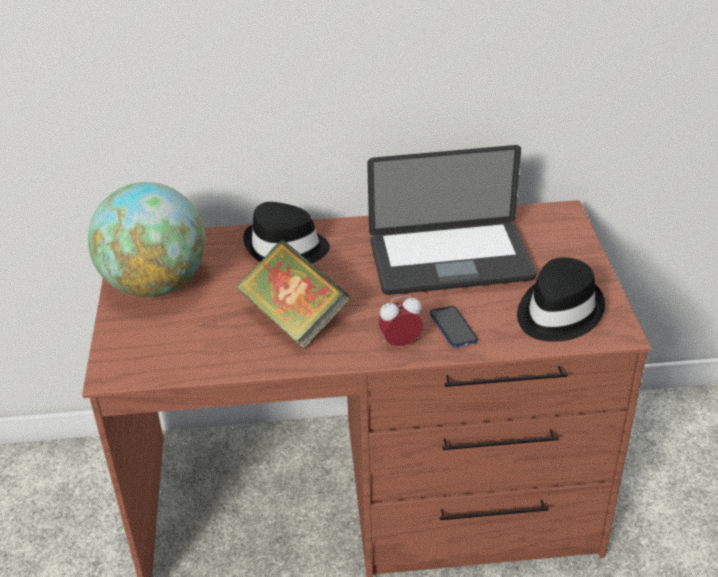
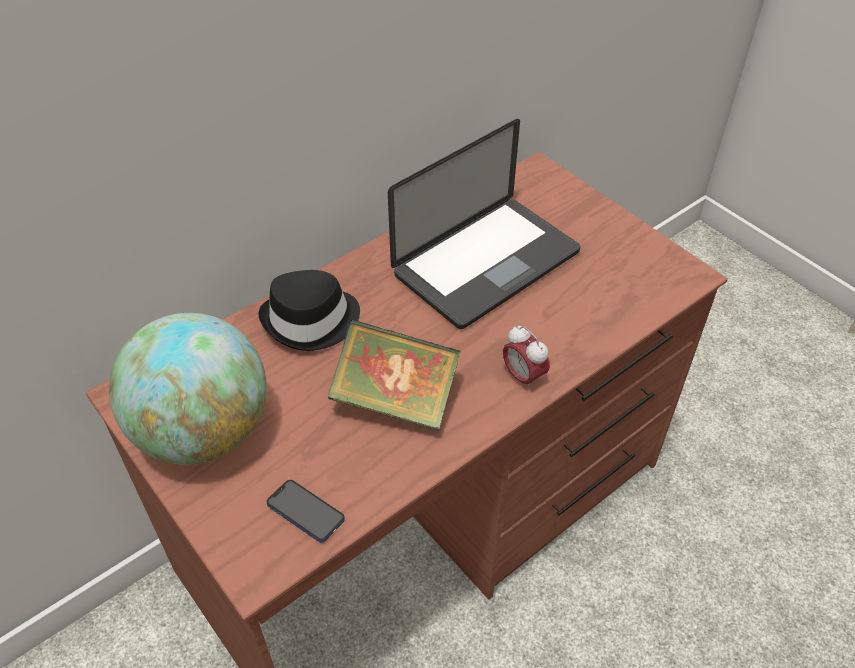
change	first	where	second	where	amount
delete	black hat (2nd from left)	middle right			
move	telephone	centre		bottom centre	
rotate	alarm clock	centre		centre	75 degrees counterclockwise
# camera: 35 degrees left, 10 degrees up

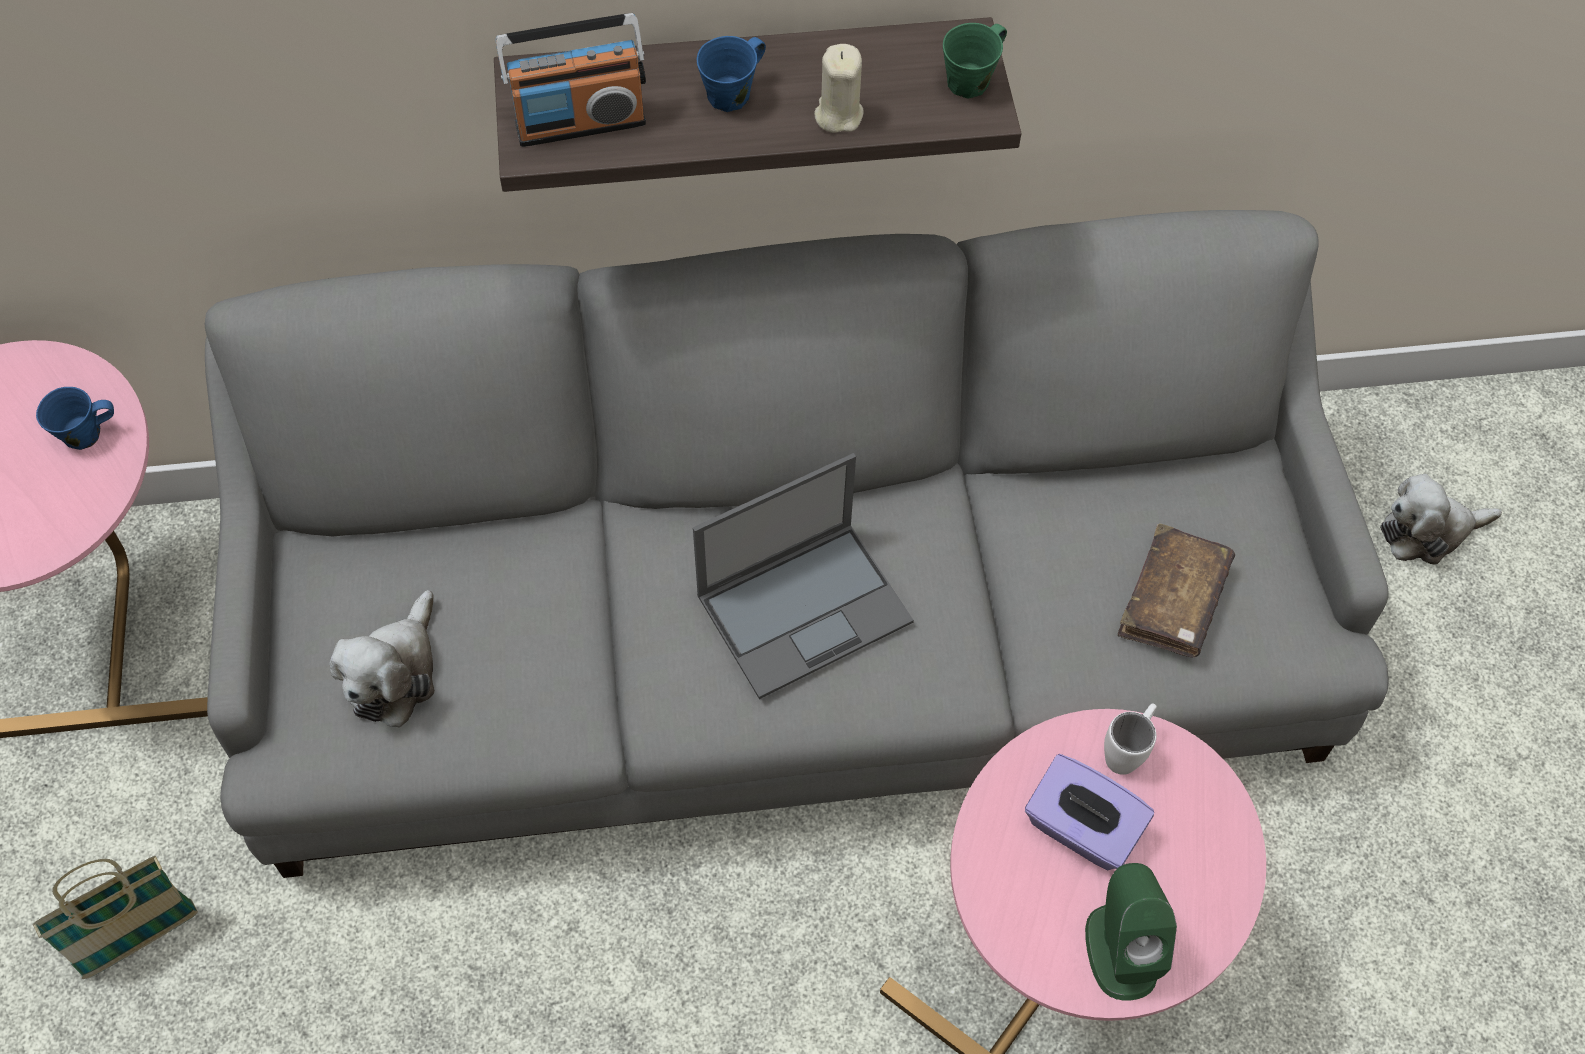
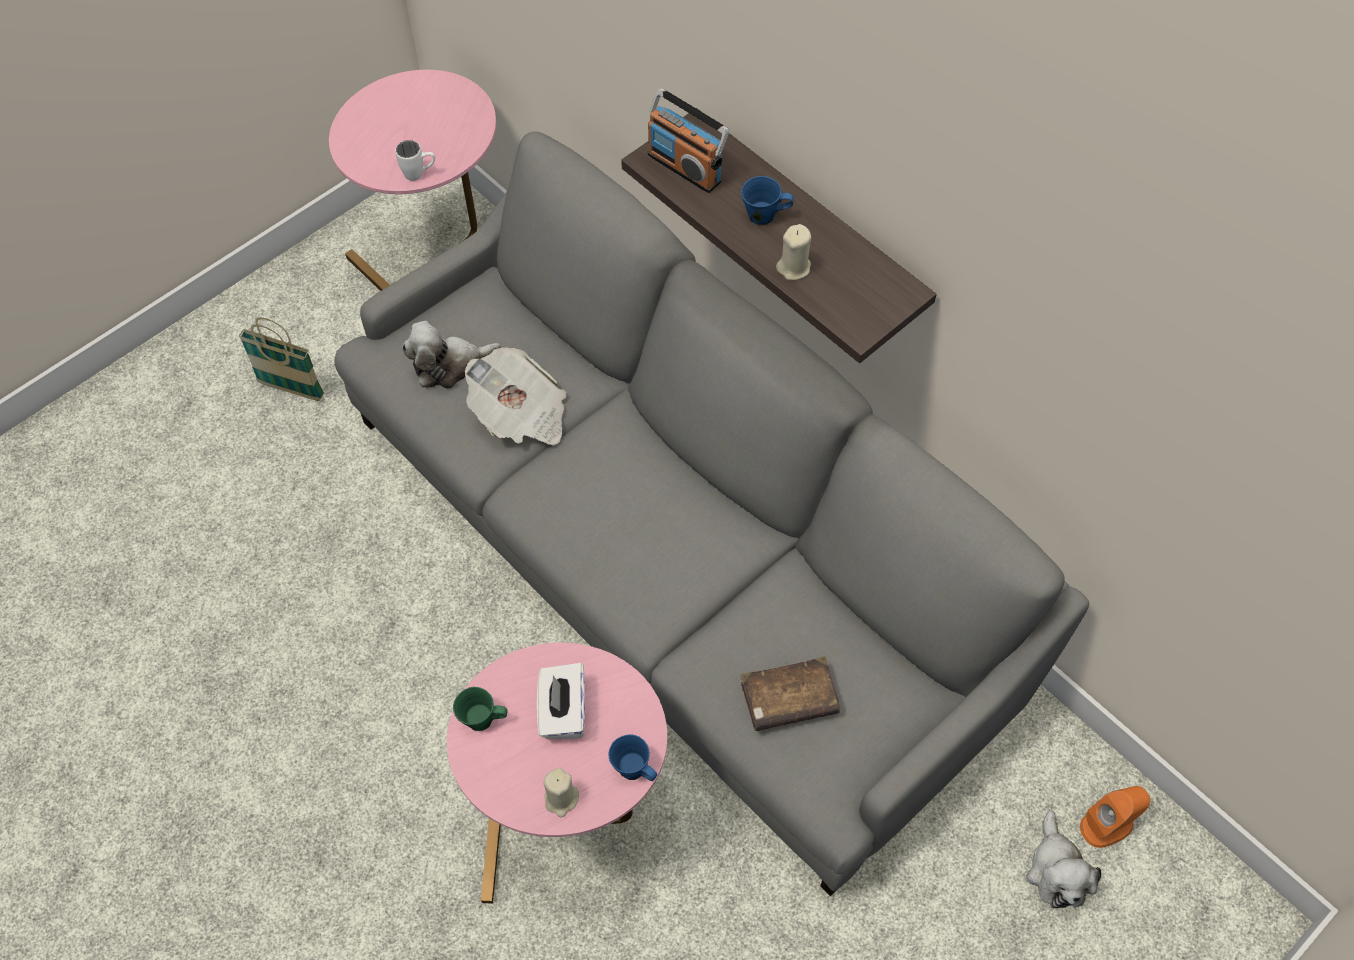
change	first	where	second	where	amount
delete	portable computer	centre			
delete	green audio speaker	bottom right			
insert			printed paper	centre	
insert			sand-coloured wax light (1st from left)	bottom centre	
insert			orange-coloured audio speaker	bottom right	
move	blue-coloured coffee mug (1st from left)	middle left		bottom centre	
move	green coffee mug	top centre		bottom centre	
move	white-coloured coffee mug	bottom right		top left	
recolor	purple tissue box	bottom right	white-coloured tissue box	bottom centre	
rotate	soft toy (2nd from left)	middle right		bottom right	135 degrees counterclockwise
# camera: 55 degrees right, 0 degrees up

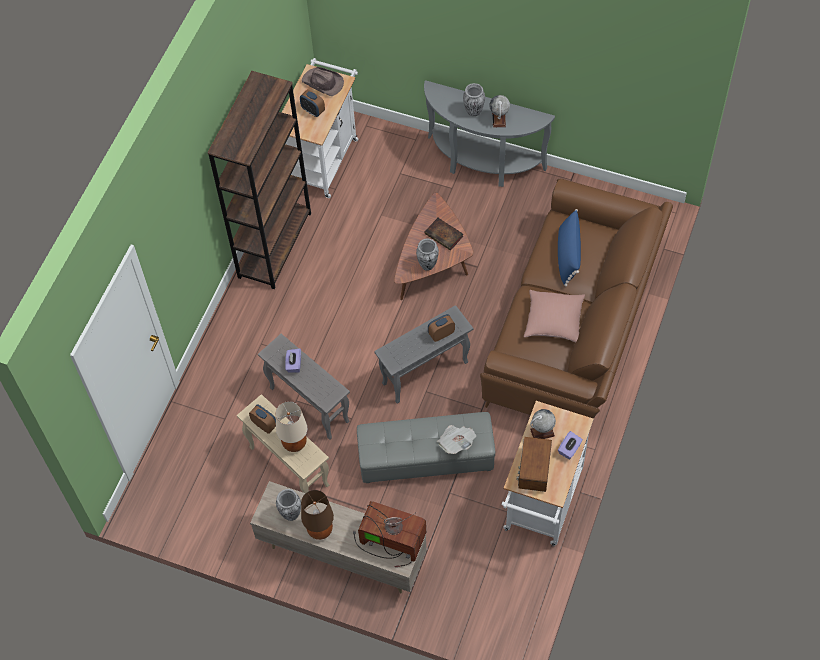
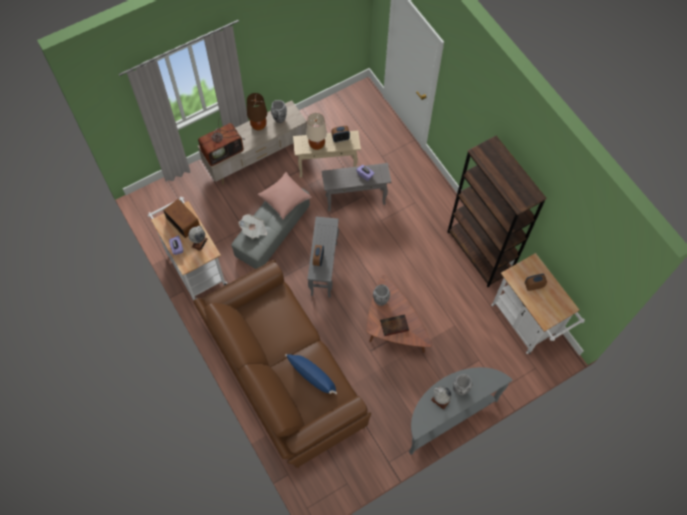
change	first	where	second	where	amount
delete	brown-coloured hat	top centre			
move	pink-coloured cushion	middle right		centre	
# camera: 125 degrees right, 5 degrees up

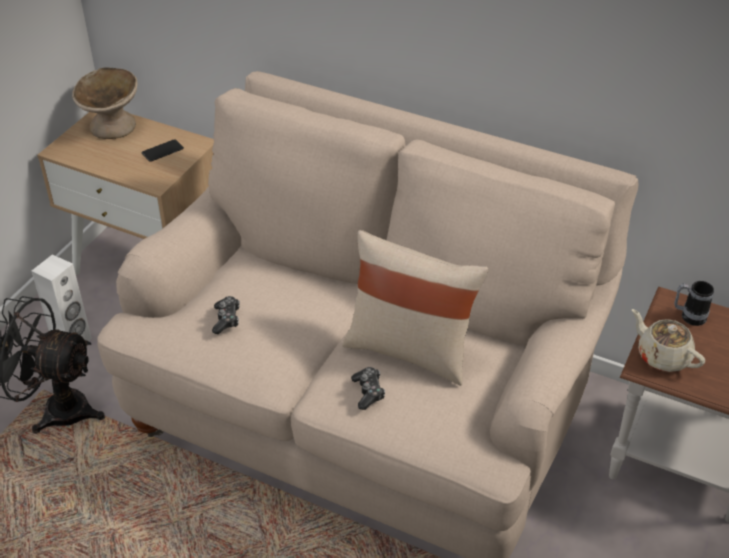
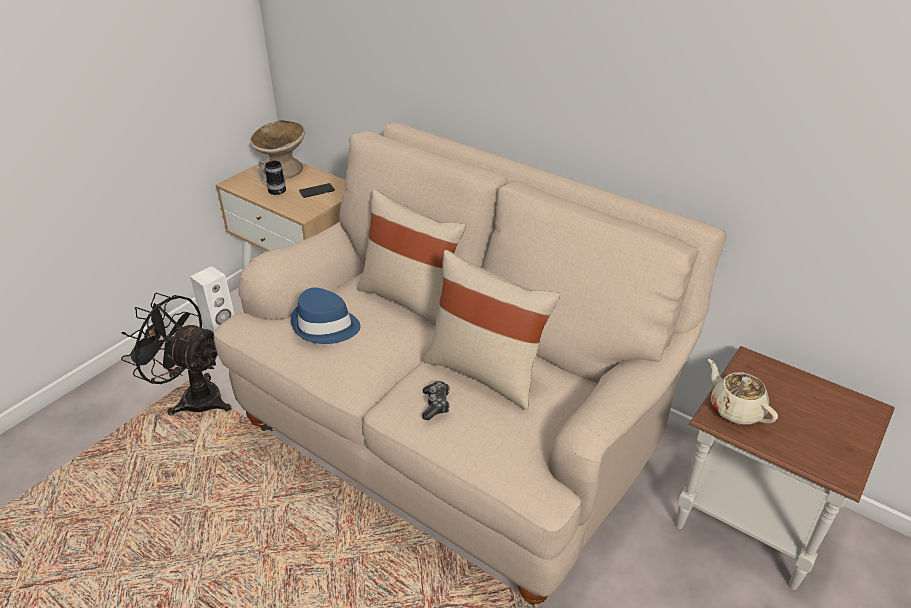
change	first	where	second	where	amount
insert			sand-coloured cushion (1st from left)	centre	
move	coffee mug	middle right		top left	
replace	joypad (1st from left)	middle left	blue-coloured hat	centre	
# camera: 10 degrees right, 5 degrees down

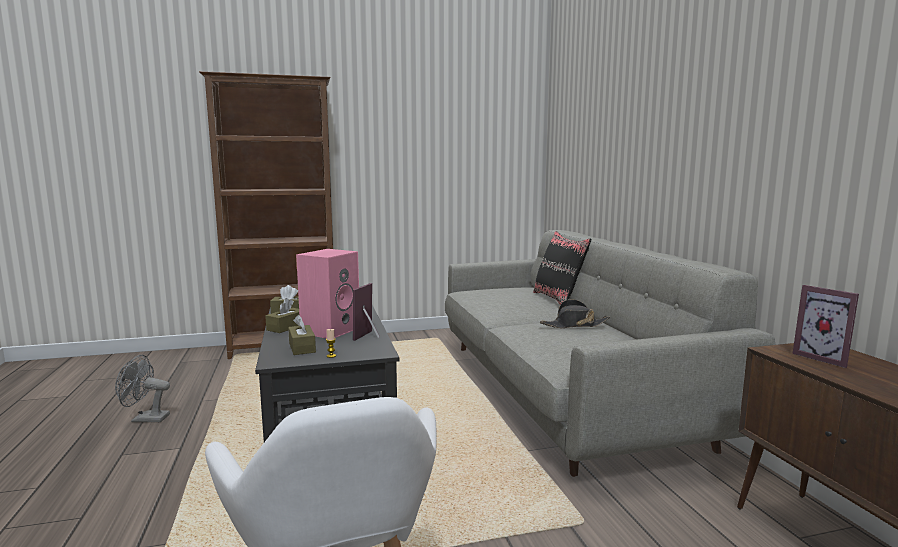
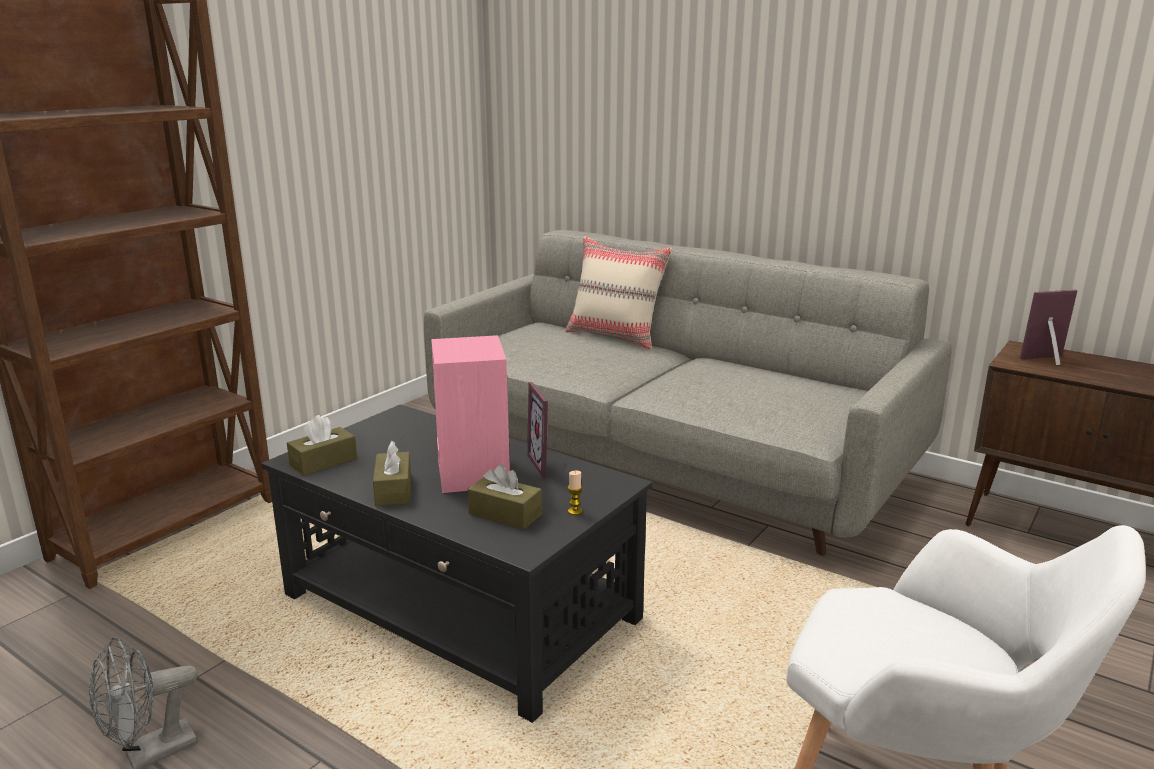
change	first	where	second	where	amount
delete	black hat	centre			
recolor	black cushion	centre	sand-coloured cushion	centre	
rotate	photo frame (2nd from left)	middle right		middle right	150 degrees clockwise
# camera: 40 degrees left, 10 degrees up

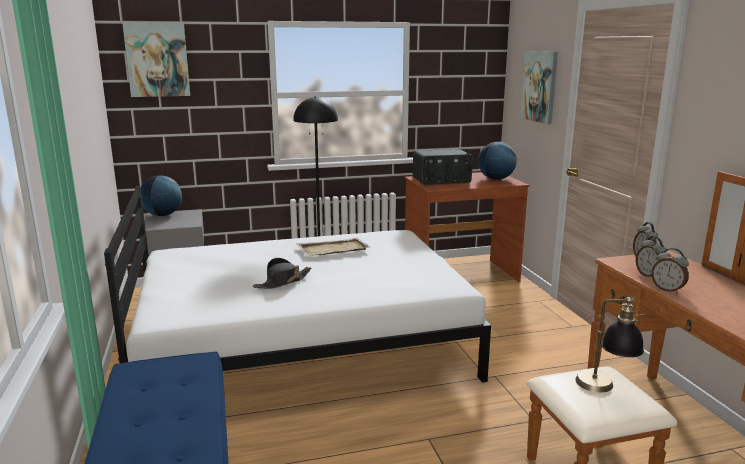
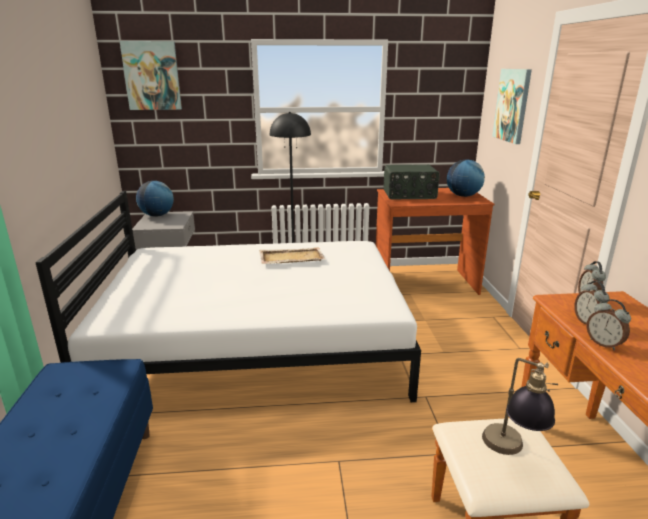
change	first	where	second	where	amount
delete	black hat	centre			
# camera: 10 degrees right, 5 degrees up

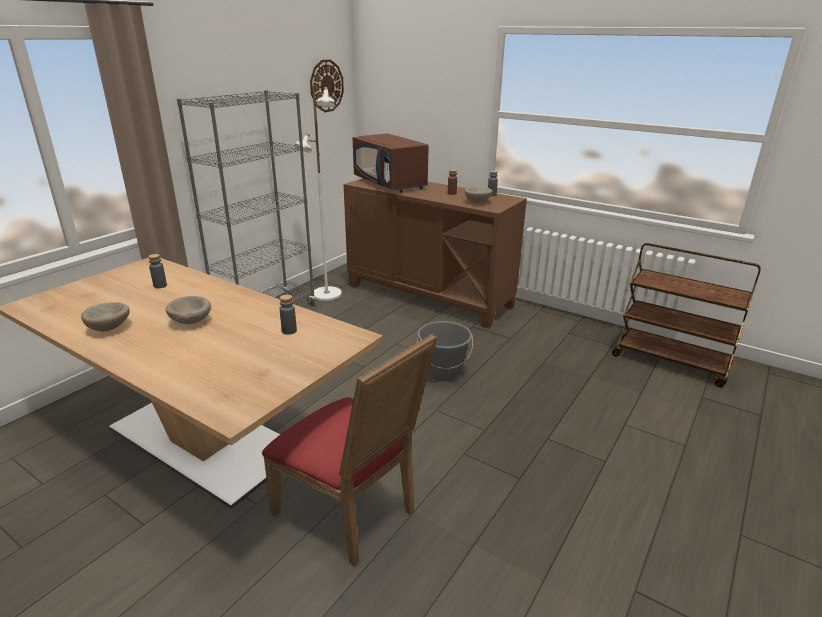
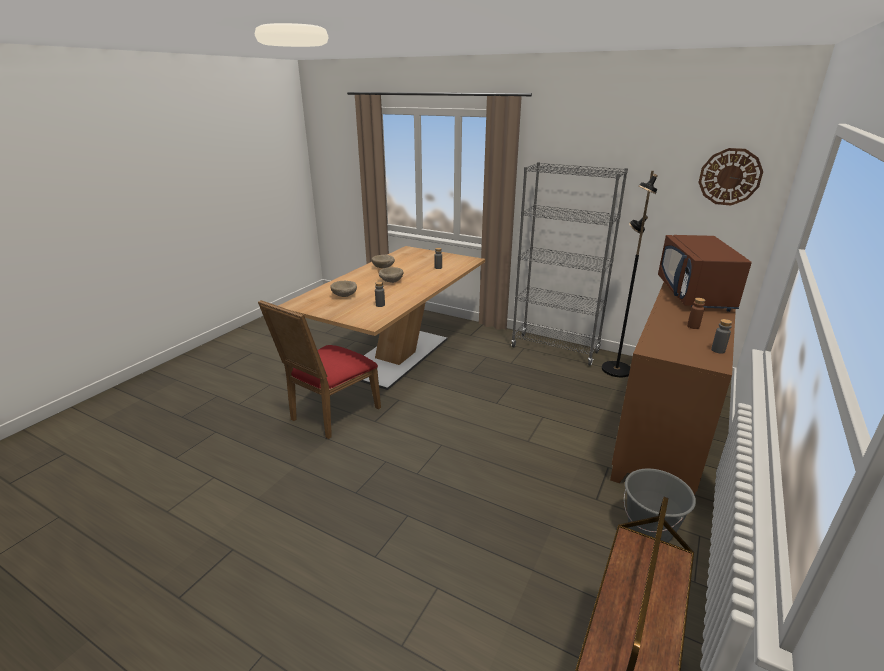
change	first	where	second	where	amount
move	grey water bucket	centre		bottom right	
move	sand-coloured deep dish (3rd from left in the first image)	top centre	sand-coloured deep dish (1st from left)	centre	
recolor	white-coloured standard lamp	top centre	black standard lamp	middle right	
rotate	brown-coloured microwave	top centre		middle right	45 degrees counterclockwise
# camera: 85 degrees right, 0 degrees up

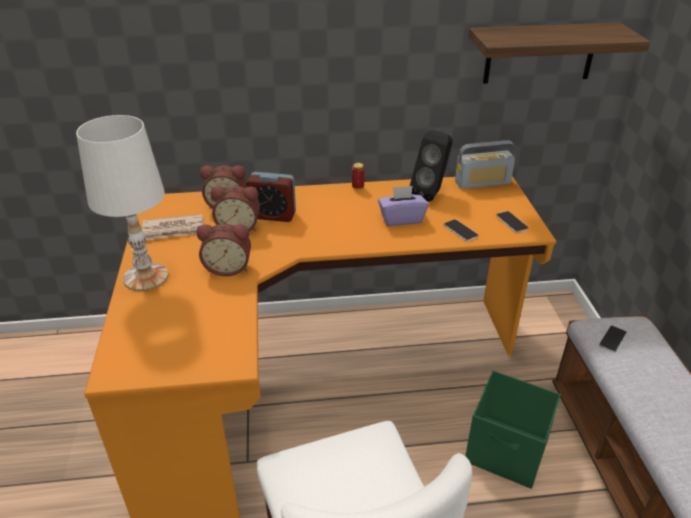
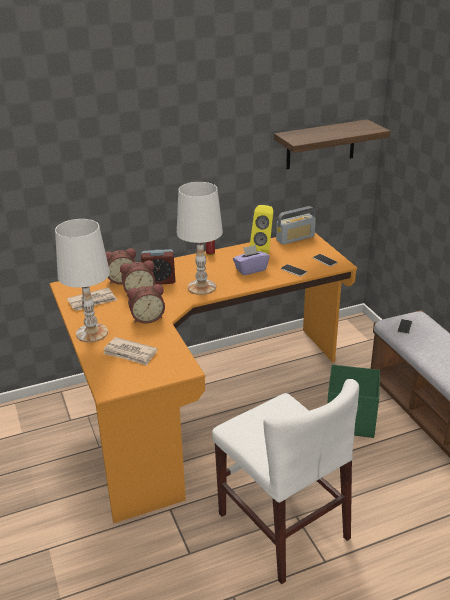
change	first	where	second	where	amount
insert			printed paper (2nd from left)	middle left	
insert			white-coloured table lamp (2nd from left)	centre	
recolor	black audio speaker	top centre	yellow audio speaker	centre	
# camera: 15 degrees left, 5 degrees down

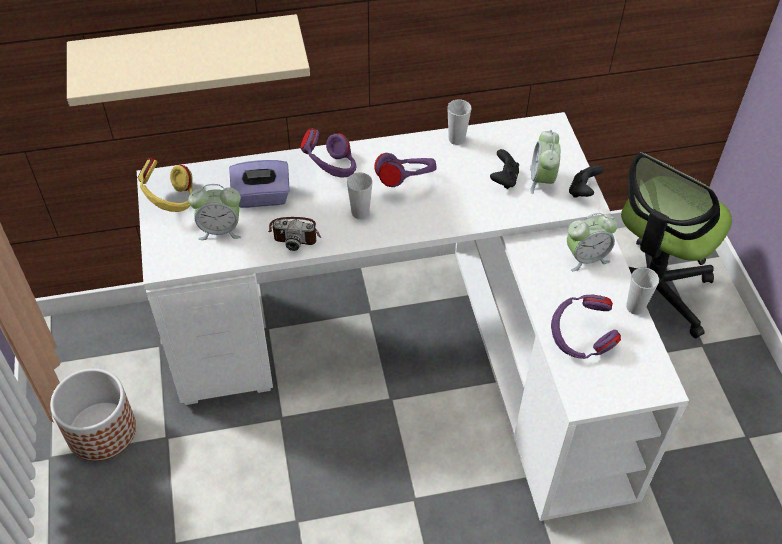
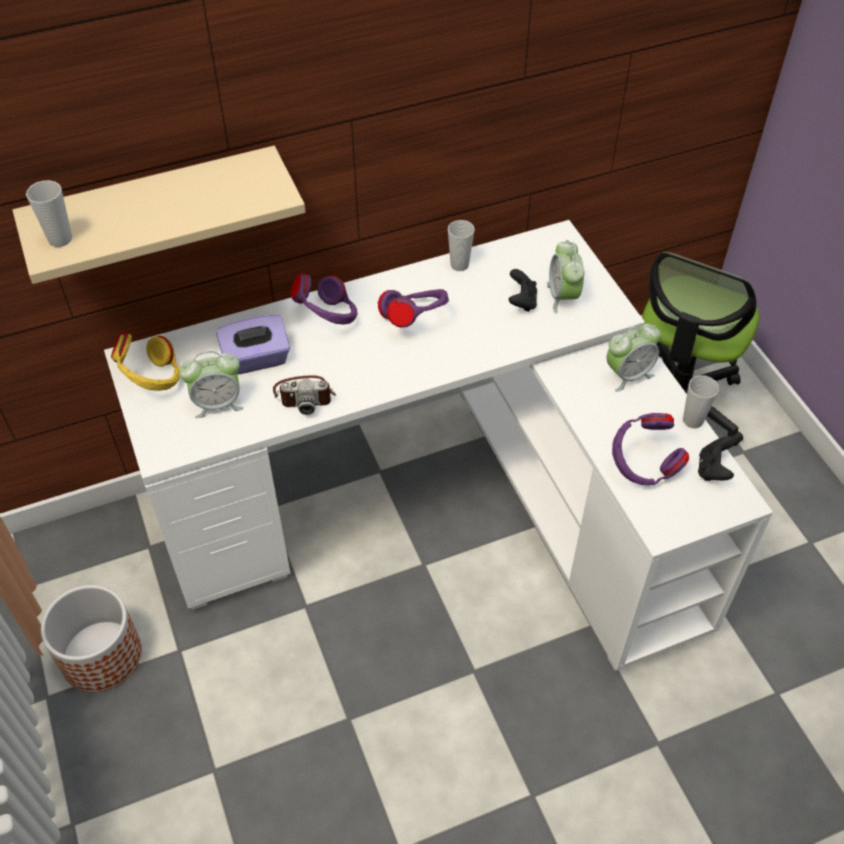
change	first	where	second	where	amount
move	drinking cup (1st from left)	centre		top left	
move	black joypad (2nd from left)	top right		middle right	
# camera: 10 degrees left, 0 degrees up

